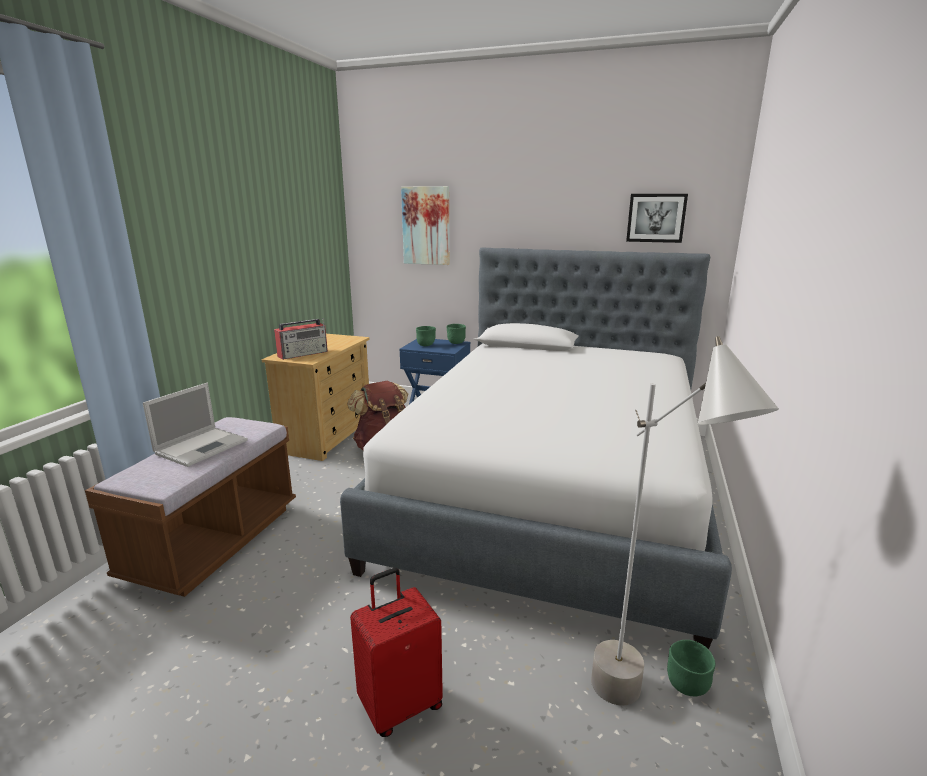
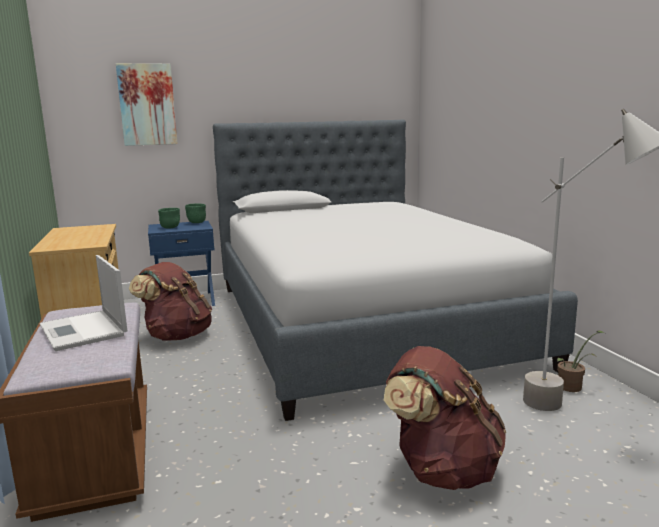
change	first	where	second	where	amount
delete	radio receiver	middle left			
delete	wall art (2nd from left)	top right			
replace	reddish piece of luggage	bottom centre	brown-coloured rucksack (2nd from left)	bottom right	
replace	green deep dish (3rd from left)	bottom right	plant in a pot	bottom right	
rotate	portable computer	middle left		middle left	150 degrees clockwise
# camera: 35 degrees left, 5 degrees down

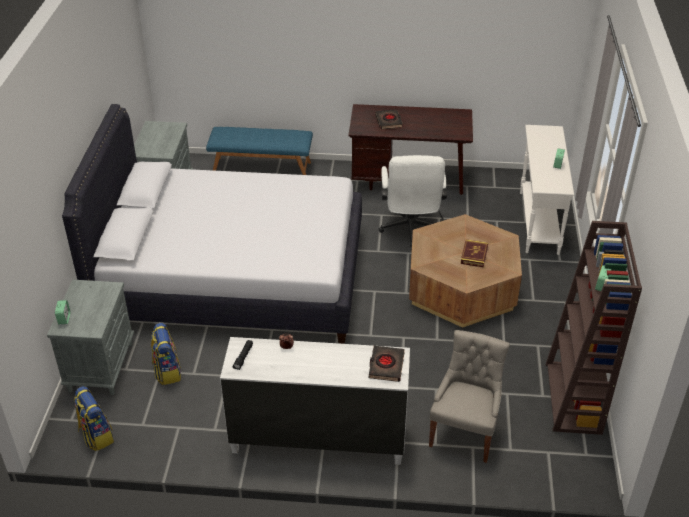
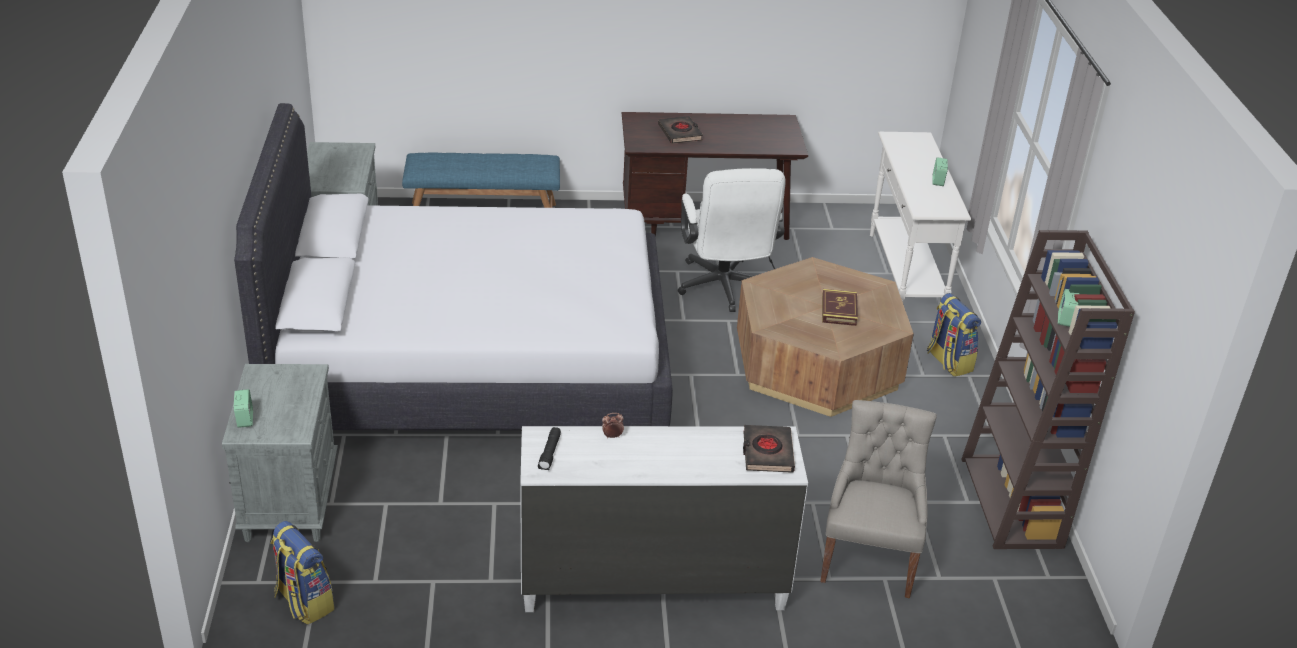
change	first	where	second	where	amount
move	rucksack (2nd from left)	bottom left		middle right	
# camera: 10 degrees left, 5 degrees down

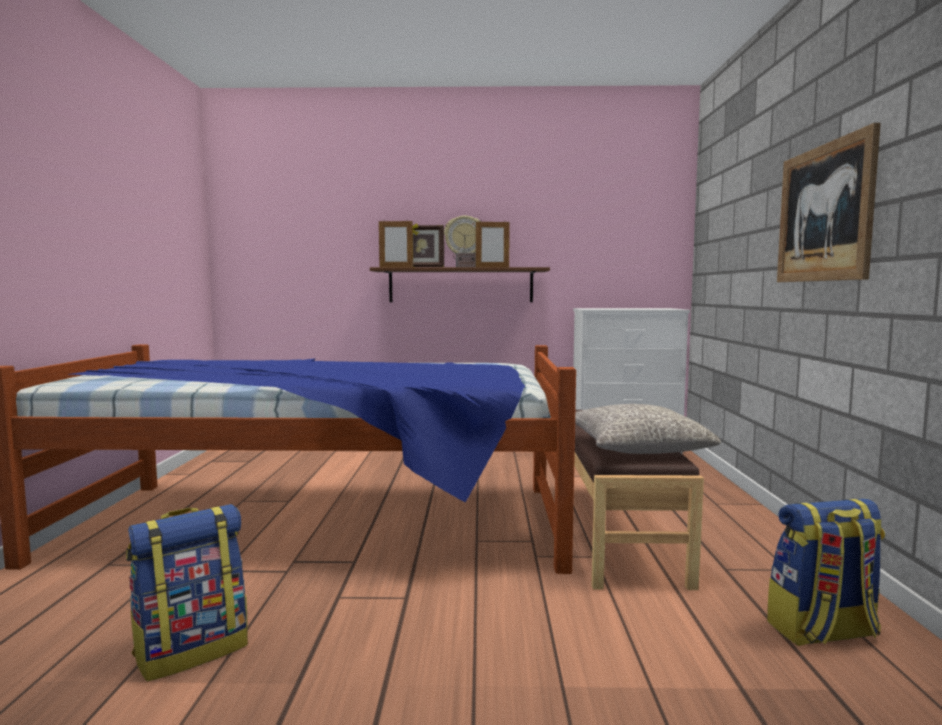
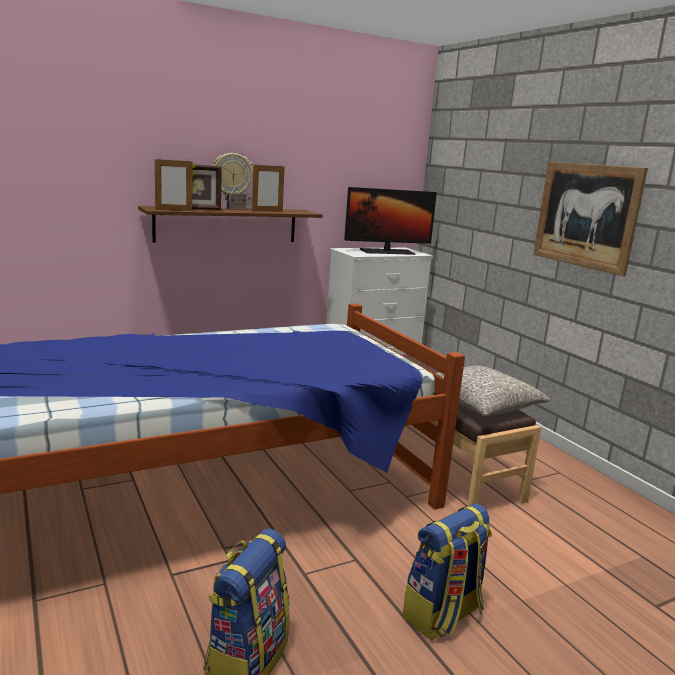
change	first	where	second	where	amount
insert			monitor	top centre	
move	rucksack (2nd from left)	bottom right		bottom centre	
# camera: 30 degrees left, 10 degrees up

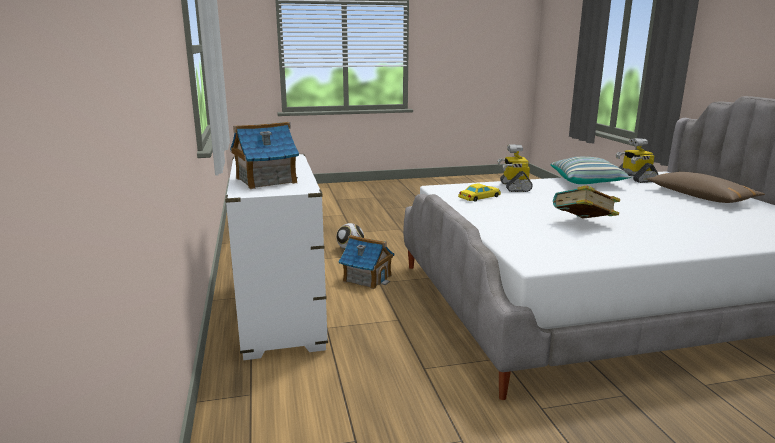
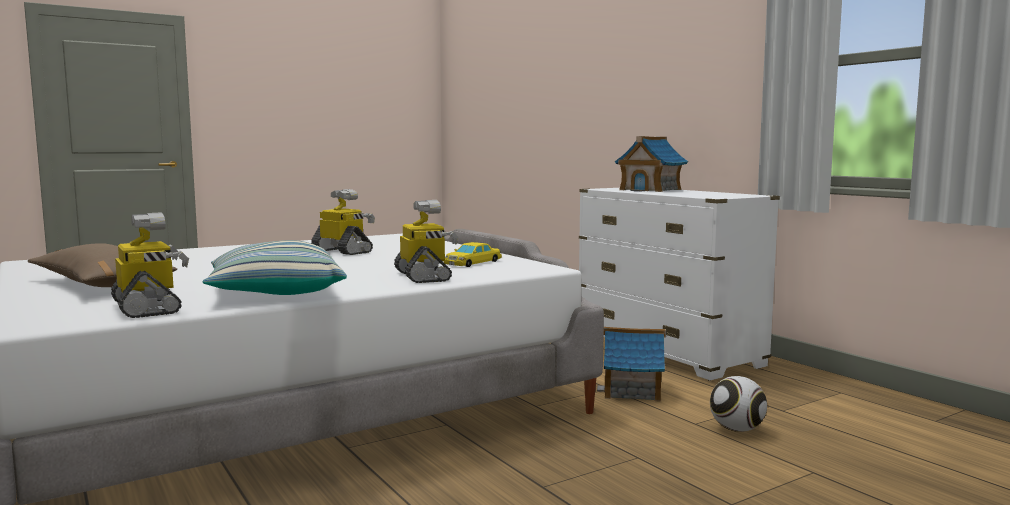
change	first	where	second	where	amount
replace	book	middle right	robot figure (2nd from left)	centre	
# camera: 160 degrees right, 10 degrees down

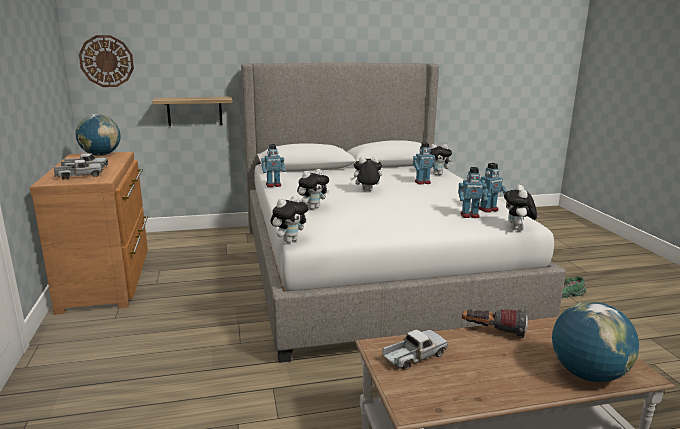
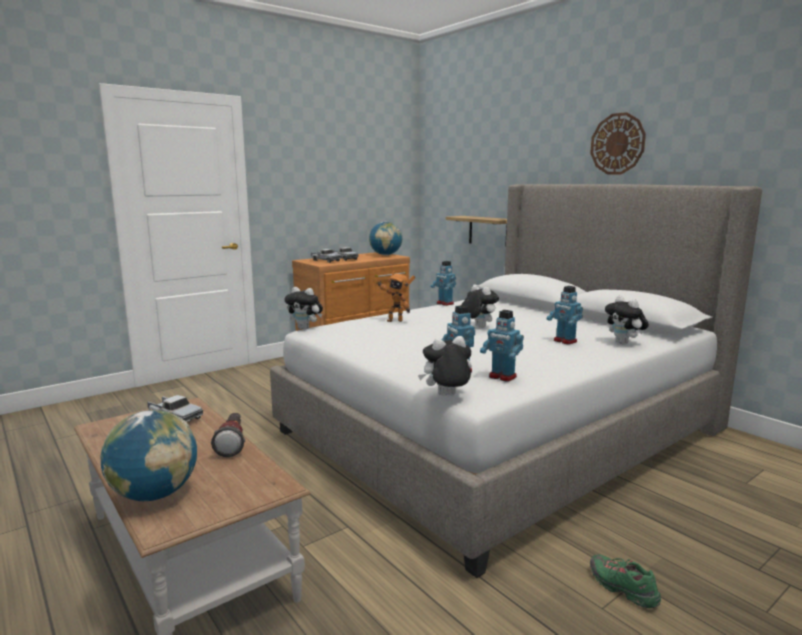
change	first	where	second	where	amount
move	clock on the wall	top left		top right	
replace	soft toy (2nd from left)	centre	robot figure (1st from left)	centre	
# camera: 65 degrees right, 5 degrees down

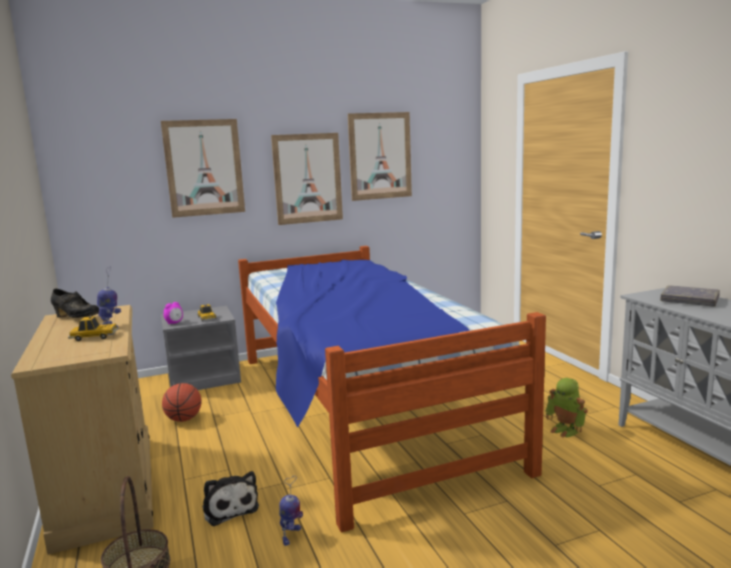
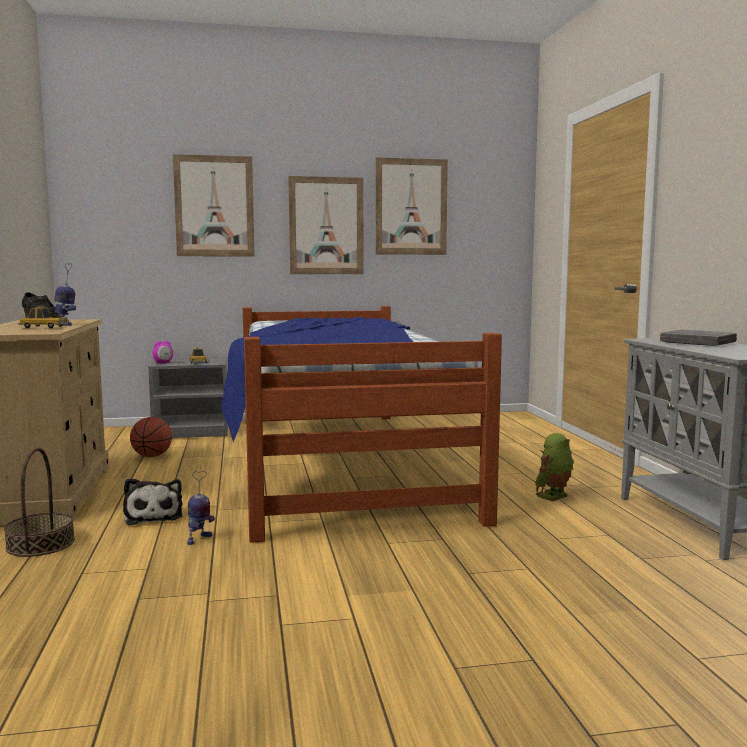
change	first	where	second	where	amount
rotate	robot figure (3rd from left)	bottom right		middle right	75 degrees clockwise
# camera: 10 degrees right, 5 degrees down

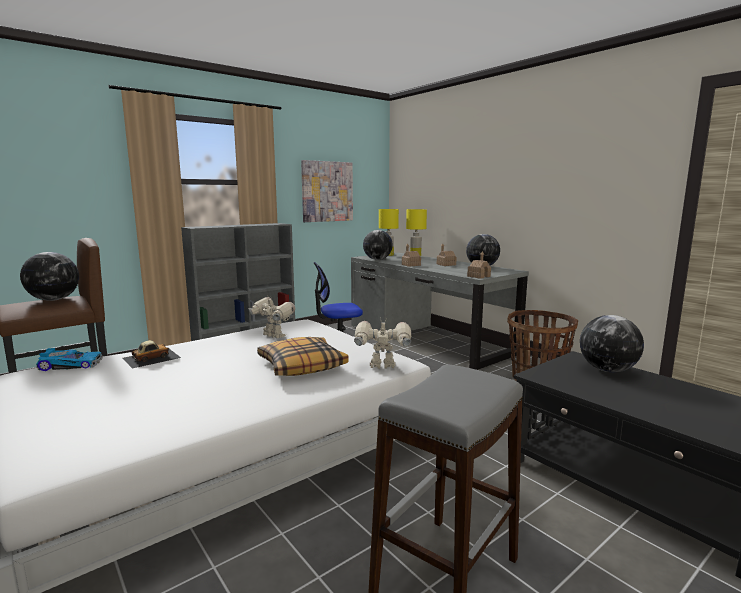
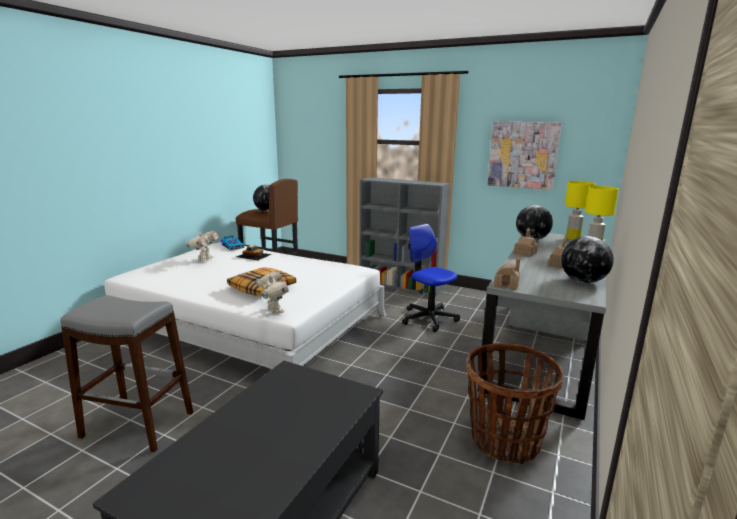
change	first	where	second	where	amount
delete	world globe (4th from left)	middle right			
move	robot figure (1st from left)	centre		middle left	
# camera: 65 degrees right, 5 degrees up

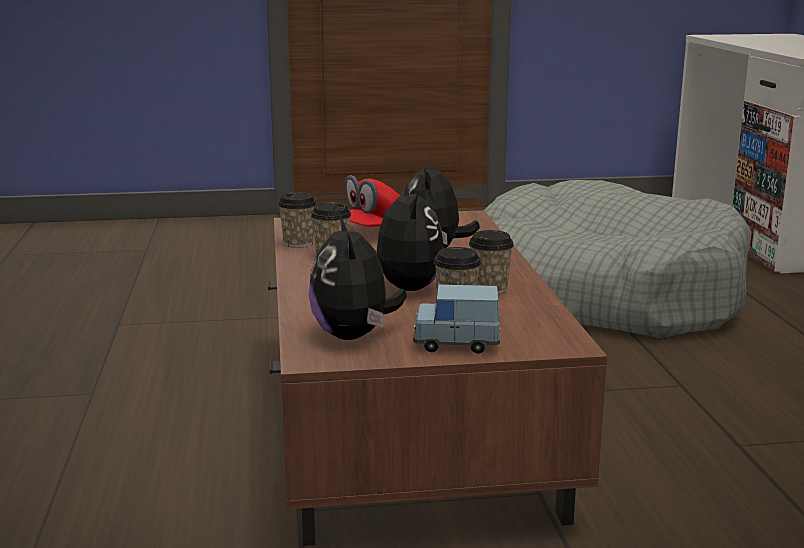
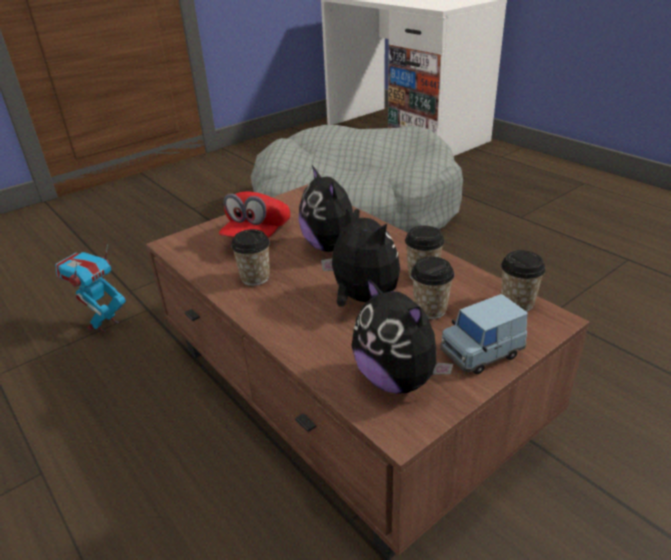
change	first	where	second	where	amount
insert			robot figure	middle left	
move	drinking cup (1st from left in the first image)	centre	drinking cup (4th from left)	middle right	
# camera: 30 degrees left, 15 degrees up

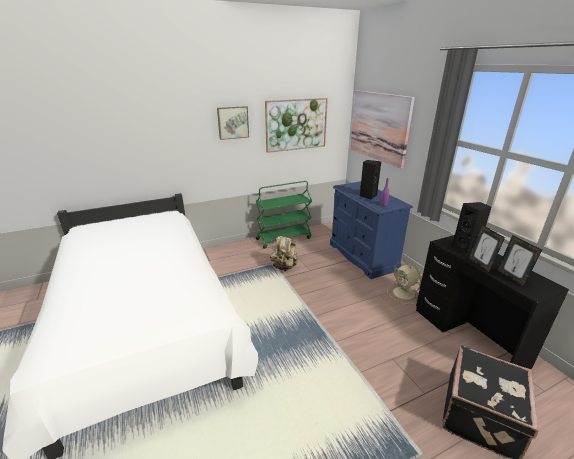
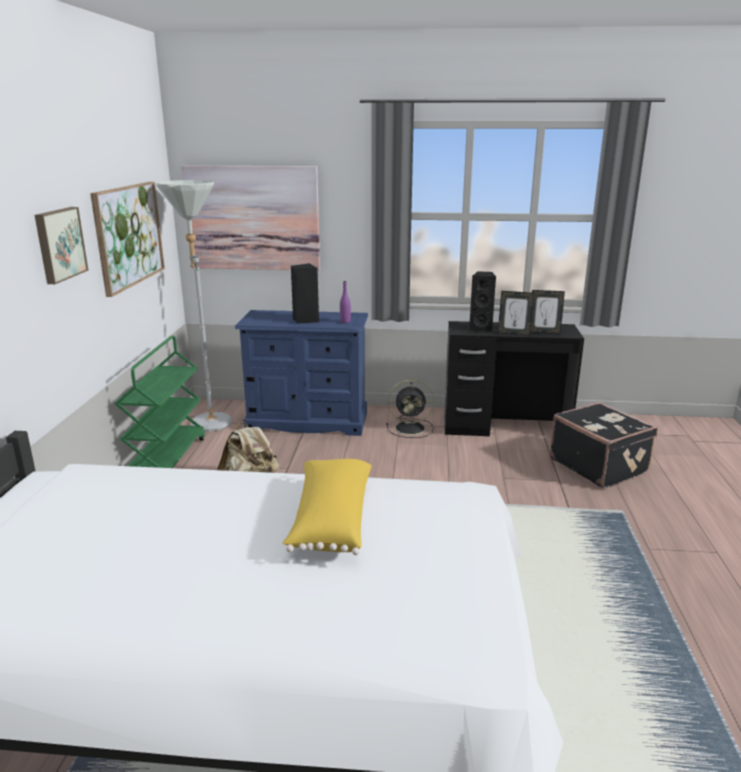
change	first	where	second	where	amount
insert			grey standard lamp	middle left	
insert			yellow cushion	centre	
recolor	sand-coloured fan	middle right	black fan	centre	
# camera: 60 degrees left, 5 degrees down

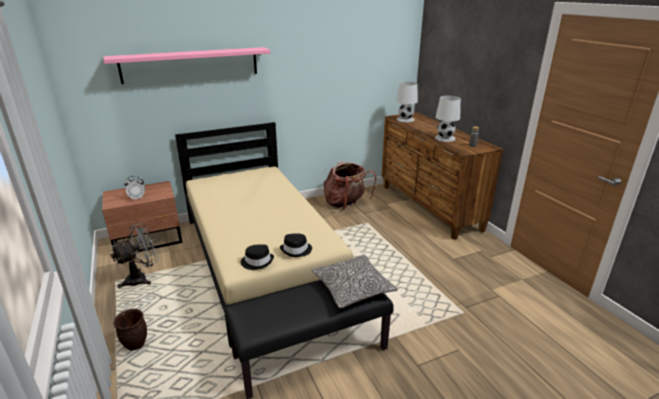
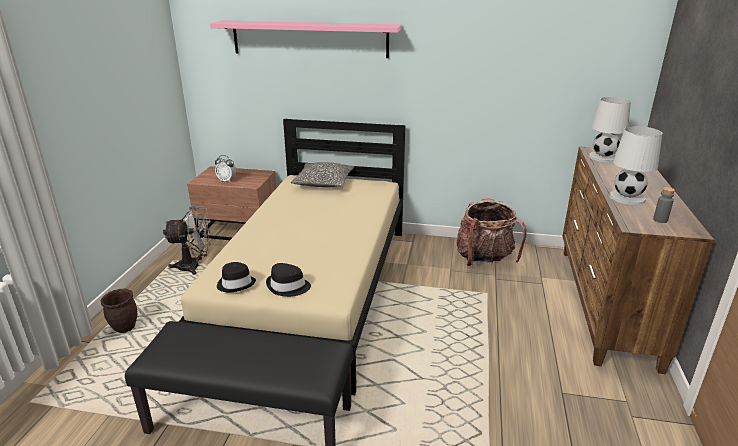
change	first	where	second	where	amount
move	cushion	bottom centre		centre	
# camera: 35 degrees right, 0 degrees up

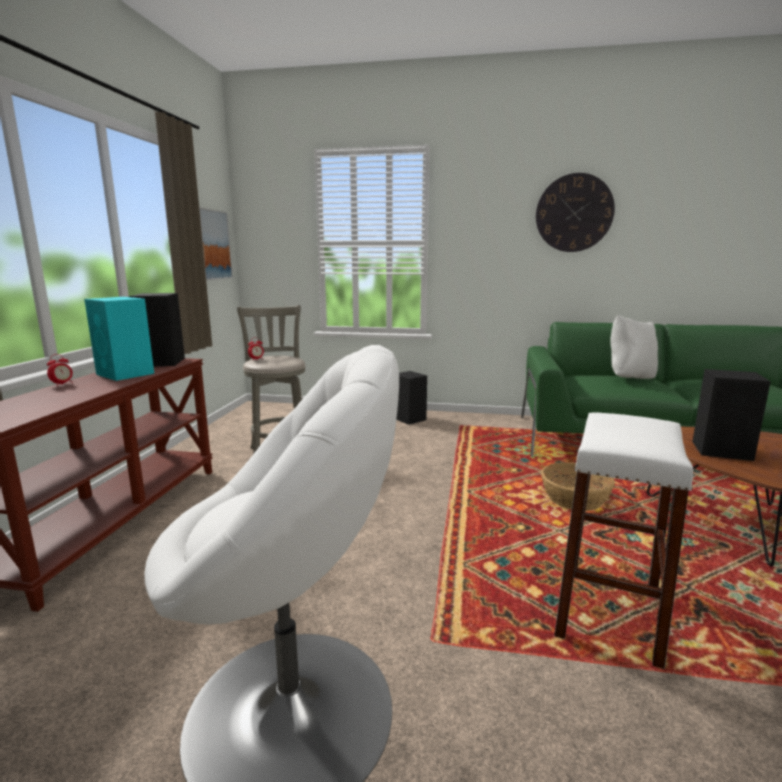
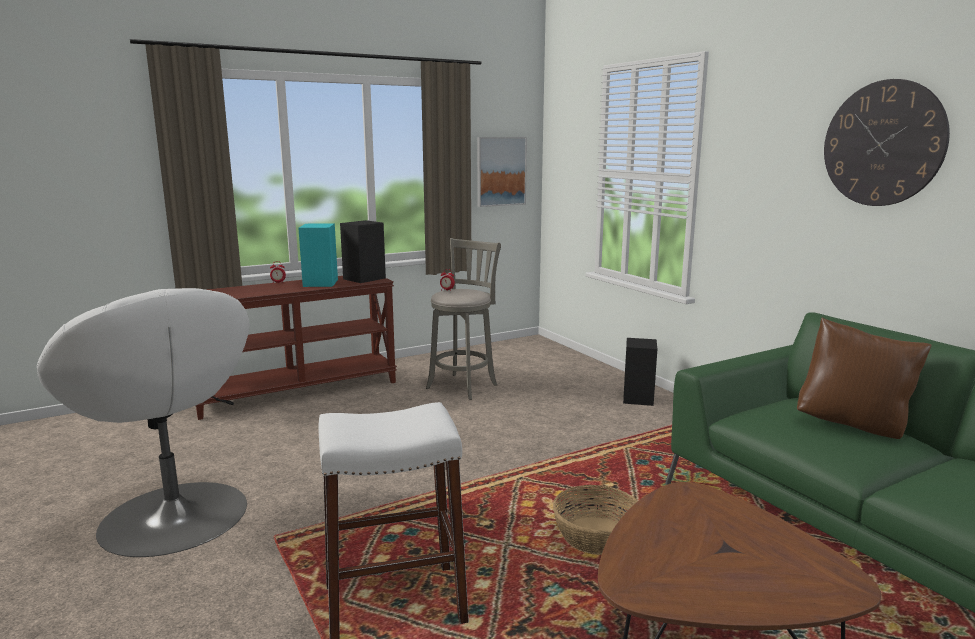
change	first	where	second	where	amount
delete	black audio speaker (3rd from left)	middle right			
recolor	white-coloured cushion	middle right	brown-coloured cushion	middle right	
# camera: 50 degrees right, 0 degrees up

